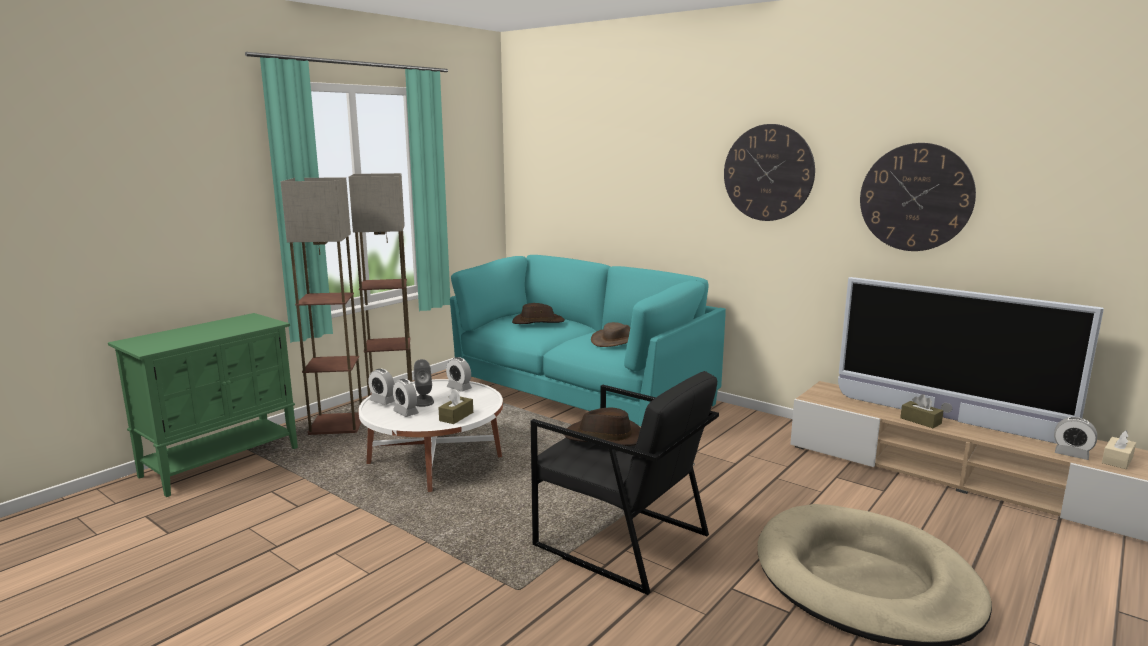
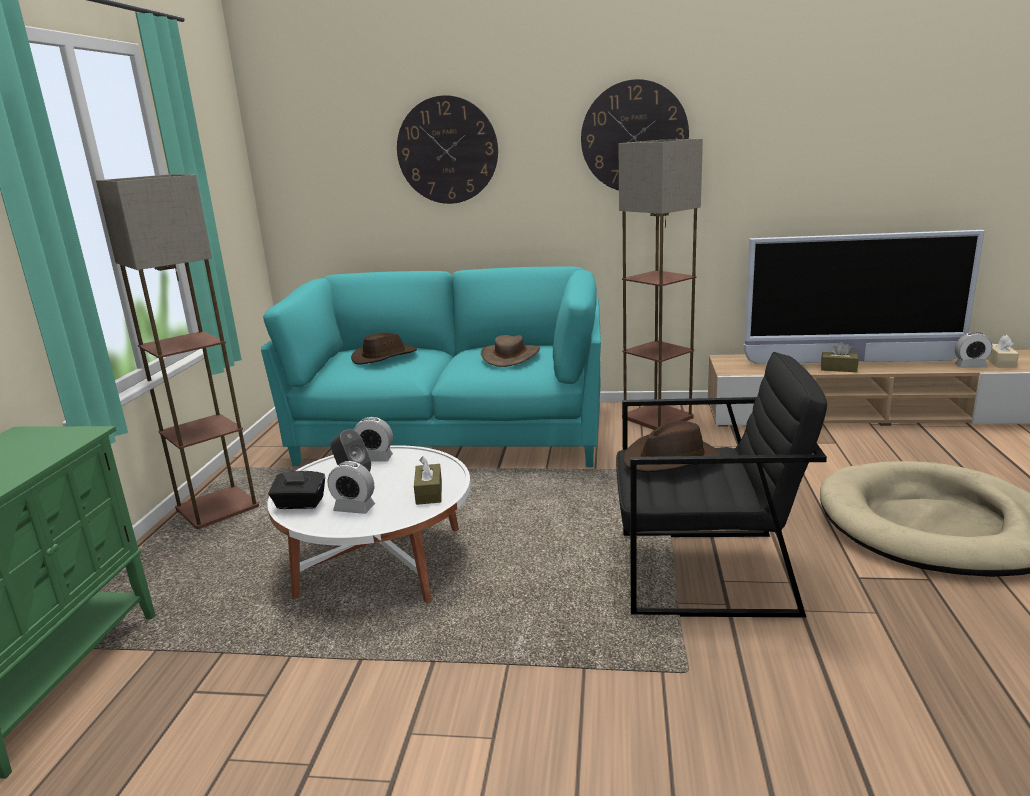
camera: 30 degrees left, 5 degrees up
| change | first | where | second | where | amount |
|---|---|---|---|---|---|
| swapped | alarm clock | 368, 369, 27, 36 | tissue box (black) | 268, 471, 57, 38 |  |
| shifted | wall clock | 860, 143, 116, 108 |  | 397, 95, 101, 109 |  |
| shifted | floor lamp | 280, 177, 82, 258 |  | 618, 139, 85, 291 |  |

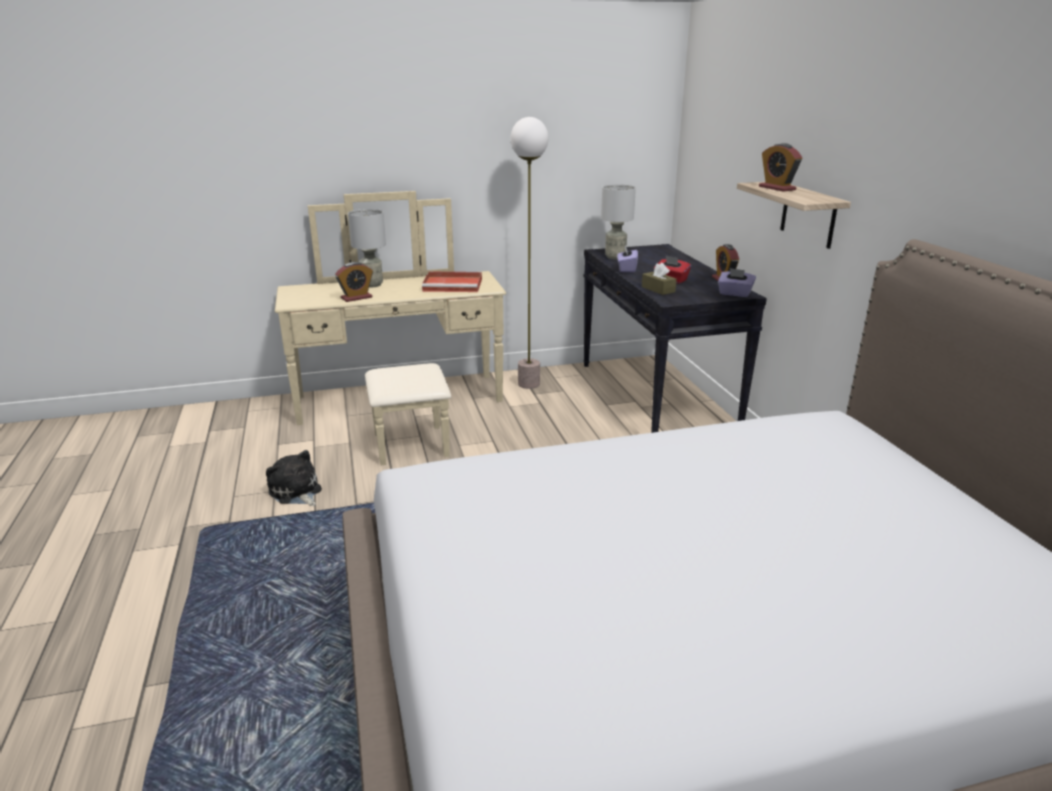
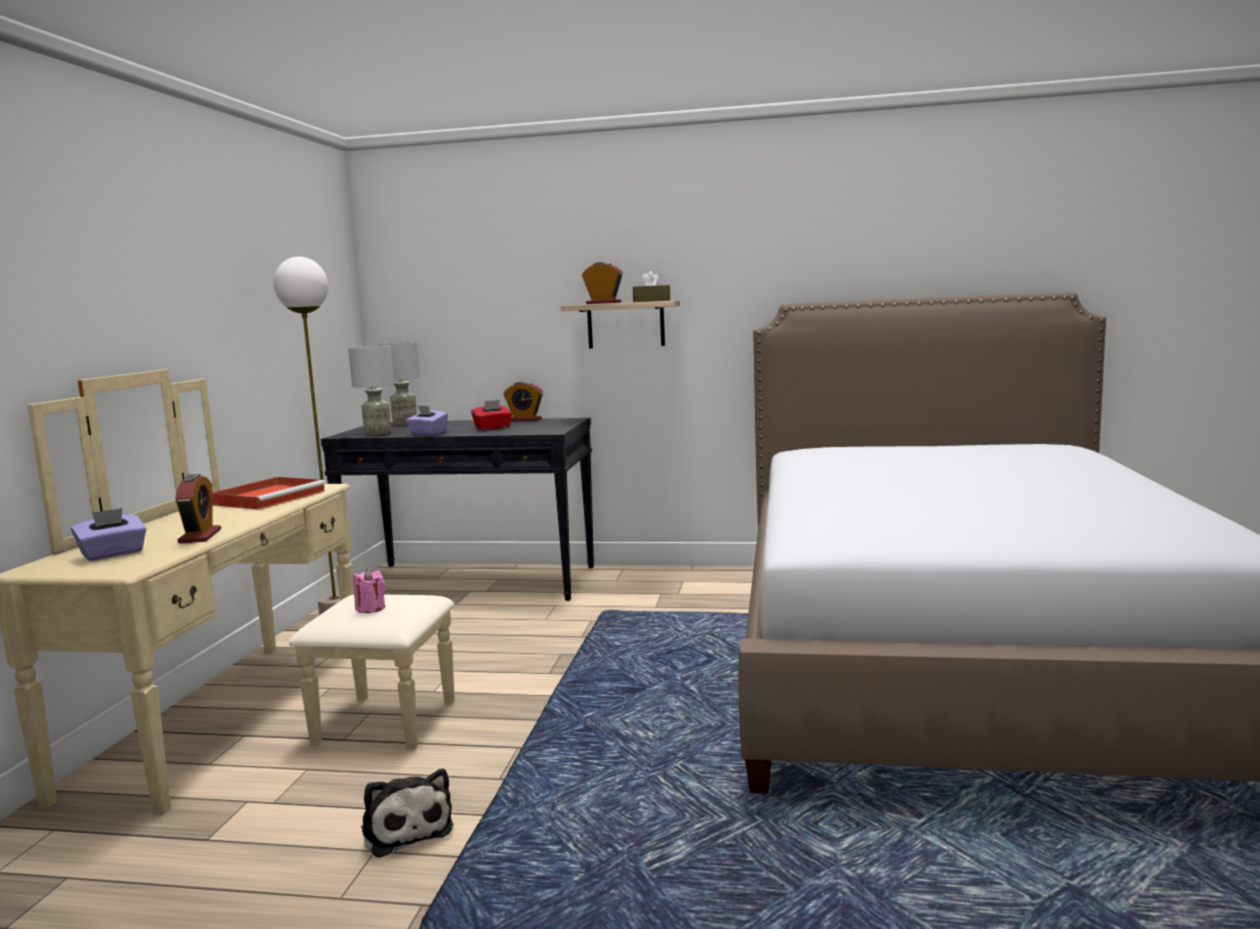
camera: 65 degrees left, 15 degrees down
| change | first | where | second | where | amount |
|---|---|---|---|---|---|
| shifted | tissue box (purple) | 718, 268, 38, 29 |  | 71, 508, 75, 53 |  |
| new |  |  | candle (pink) | 353, 569, 32, 44 |  |
| rotated | plush toy | 266, 450, 56, 56 |  | 361, 769, 93, 89 | 105 degrees counterclockwise |
| shifted | table lamp (grey) | 348, 209, 38, 79 |  | 378, 342, 42, 83 |  |
| rotated | alarm clock | 759, 143, 43, 49 |  | 582, 262, 41, 42 | 150 degrees counterclockwise |
| shifted | tissue box (brown) | 642, 263, 35, 32 |  | 633, 271, 37, 31 |  |

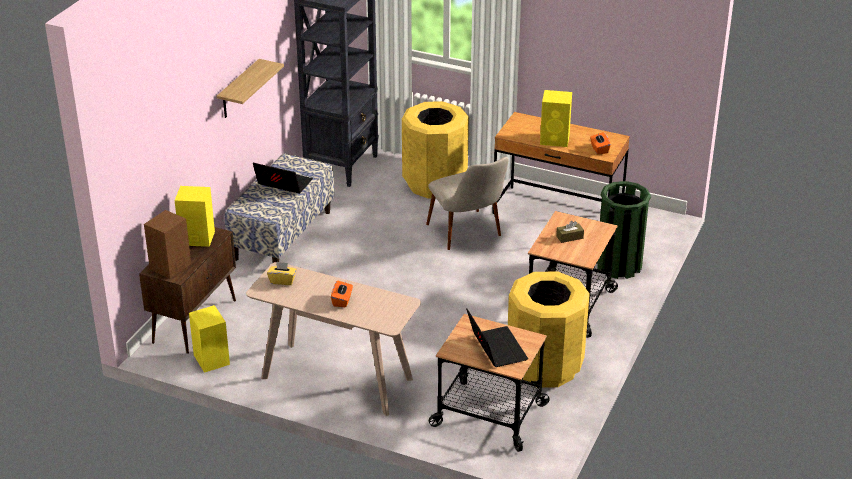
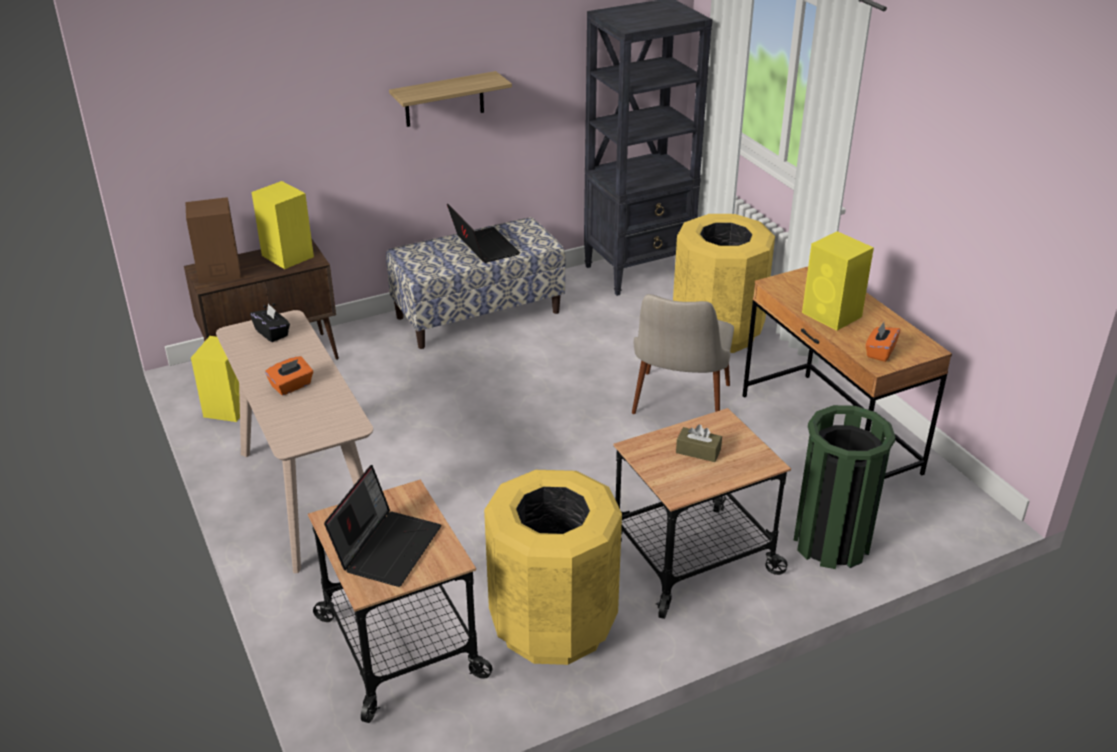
camera: 40 degrees right, 0 degrees up
| change | first | where | second | where | amount |
|---|---|---|---|---|---|
| repainted | tissue box (yellow) | 267, 262, 30, 23 | tissue box (black) | 250, 304, 40, 38 |  |

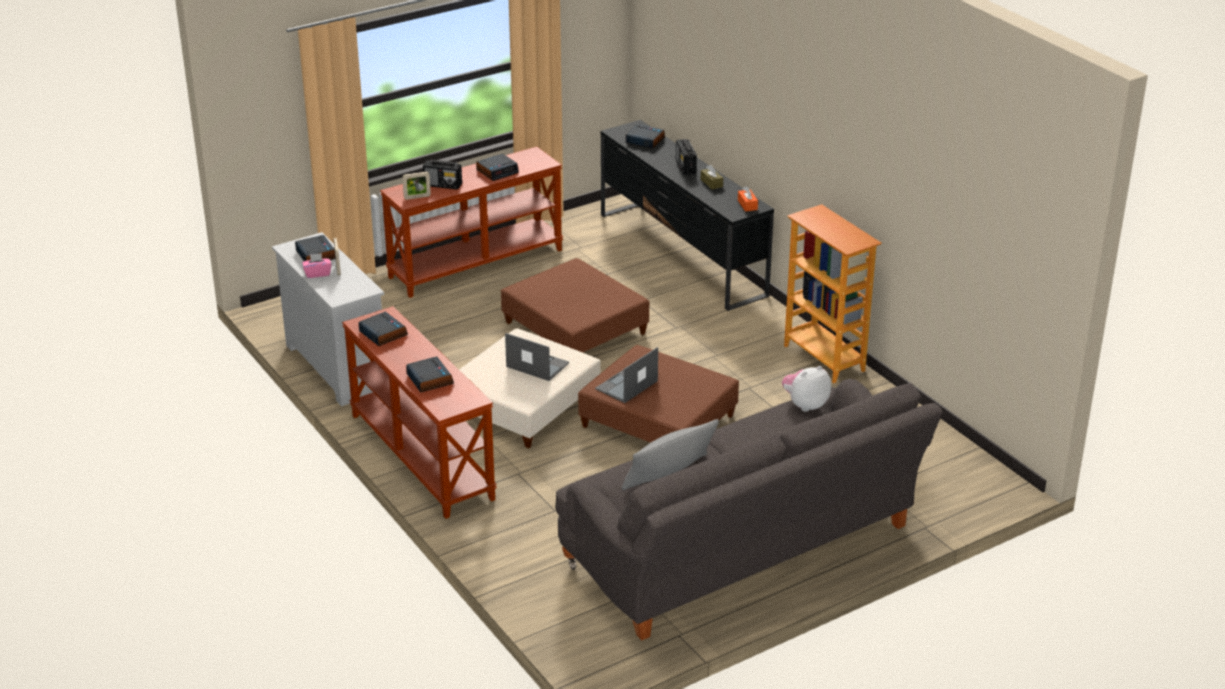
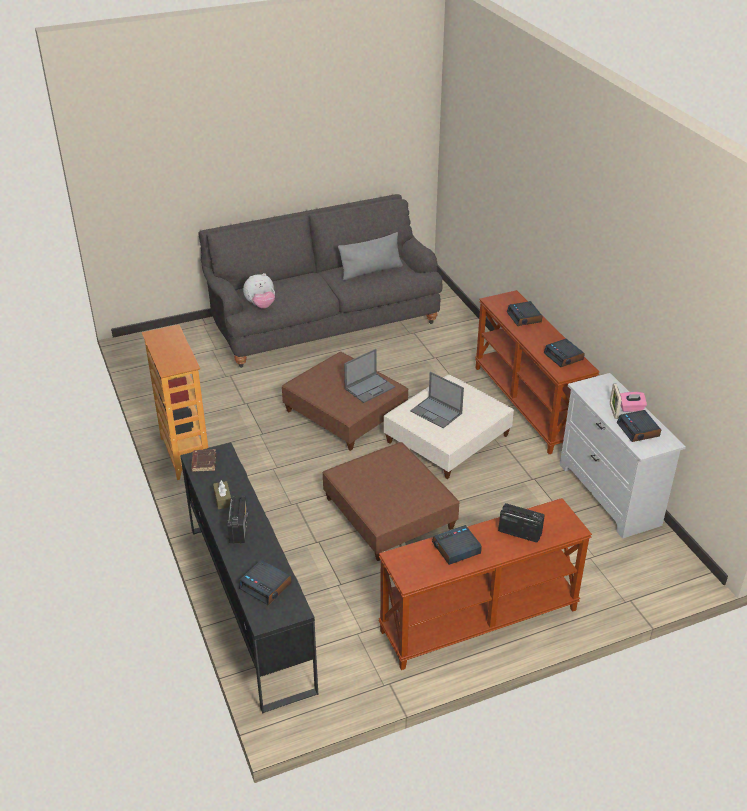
camera: 170 degrees left, 5 degrees up
| change | first | where | second | where | amount |
|---|---|---|---|---|---|
| swapped | tissue box (orange) | 738, 186, 20, 26 | book (brown) | 191, 449, 26, 23 |  |
| gone | picture frame | 402, 171, 29, 29 |  |  |  |

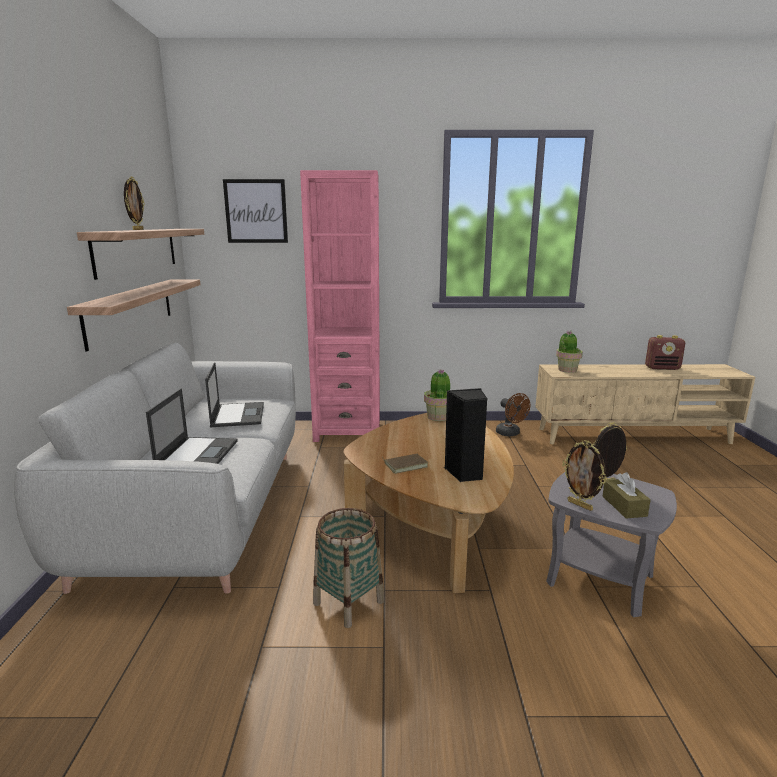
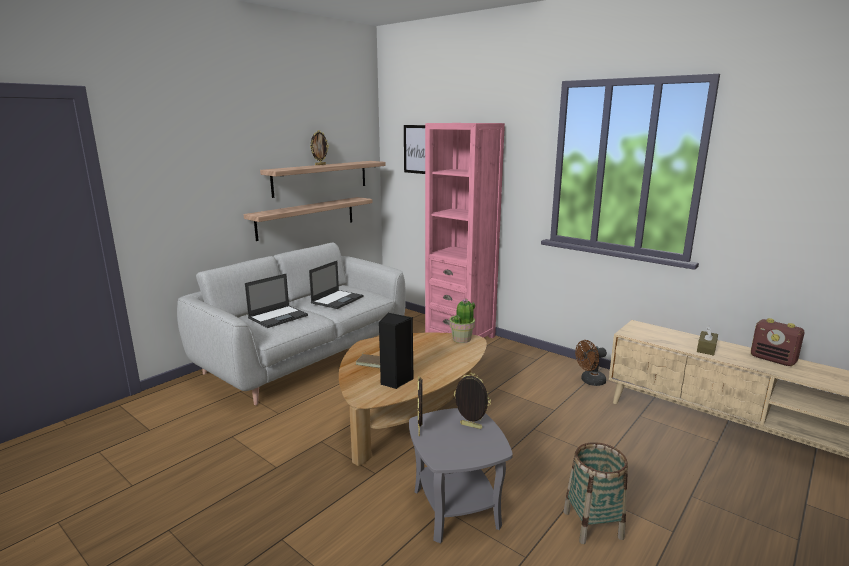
camera: 40 degrees right, 0 degrees up
| change | first | where | second | where | amount |
|---|---|---|---|---|---|
| shifted | basket | 313, 508, 71, 120 |  | 563, 442, 65, 102 |  |
| rotated | fan (brown) | 496, 393, 34, 43 |  | 575, 340, 32, 46 | 60 degrees clockwise |
| shifted | tissue box (brown) | 603, 472, 48, 46 |  | 697, 326, 21, 30 |  |
| gone | potted plant | 556, 331, 27, 42 |  |  |  |

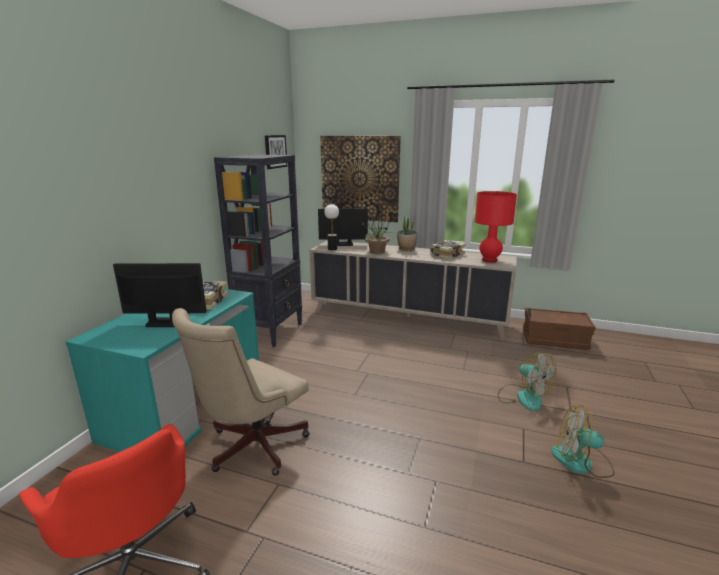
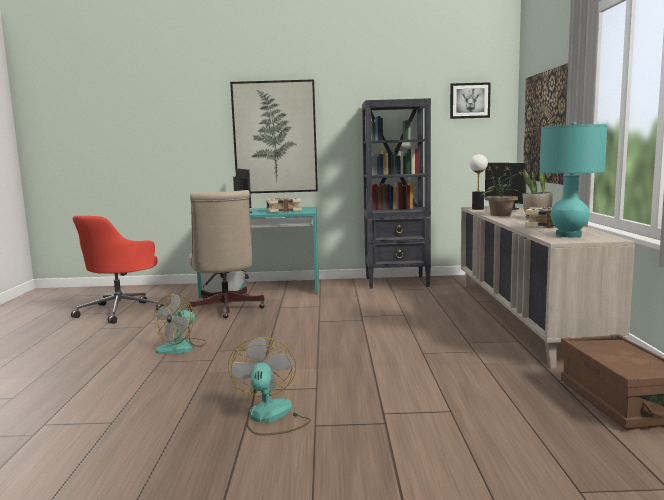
camera: 70 degrees right, 10 degrees down
| change | first | where | second | where | amount |
|---|---|---|---|---|---|
| shifted | fan | 498, 351, 58, 60 |  | 154, 292, 53, 62 |  |
| rotated | office chair (beige) | 172, 308, 138, 168 |  | 187, 190, 78, 128 | 120 degrees counterclockwise |
| new |  |  | picture | 230, 79, 88, 114 |  |
| repainted | table lamp (red) | 474, 191, 43, 72 | table lamp (turquoise) | 539, 121, 68, 116 |  |

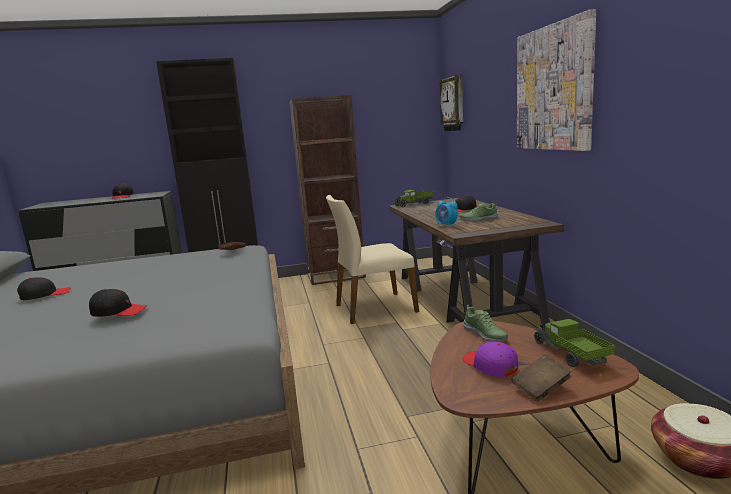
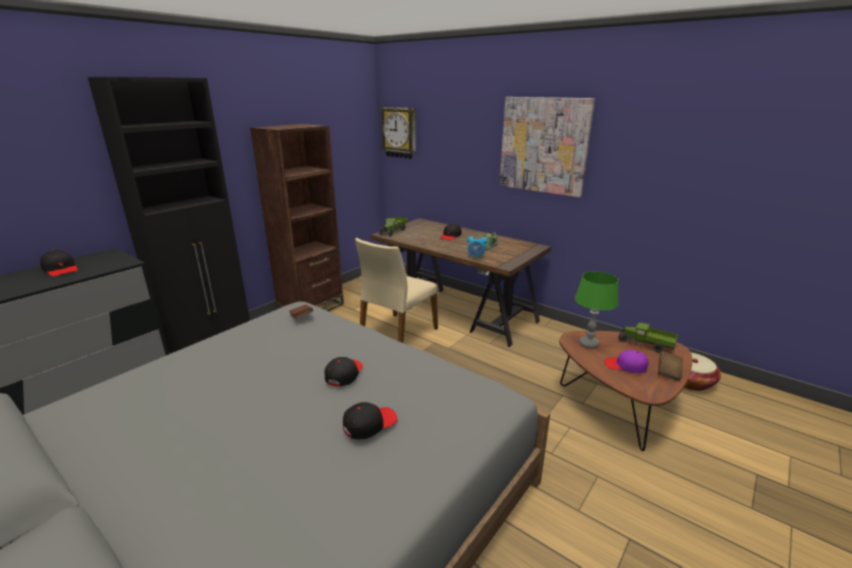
camera: 40 degrees left, 10 degrees up
| change | first | where | second | where | amount |
|---|---|---|---|---|---|
| shifted | cap (black) | 17, 277, 54, 23 |  | 325, 357, 38, 30 |  |
| swapped | shoe | 463, 305, 45, 37 | table lamp (green) | 575, 271, 44, 78 |  |

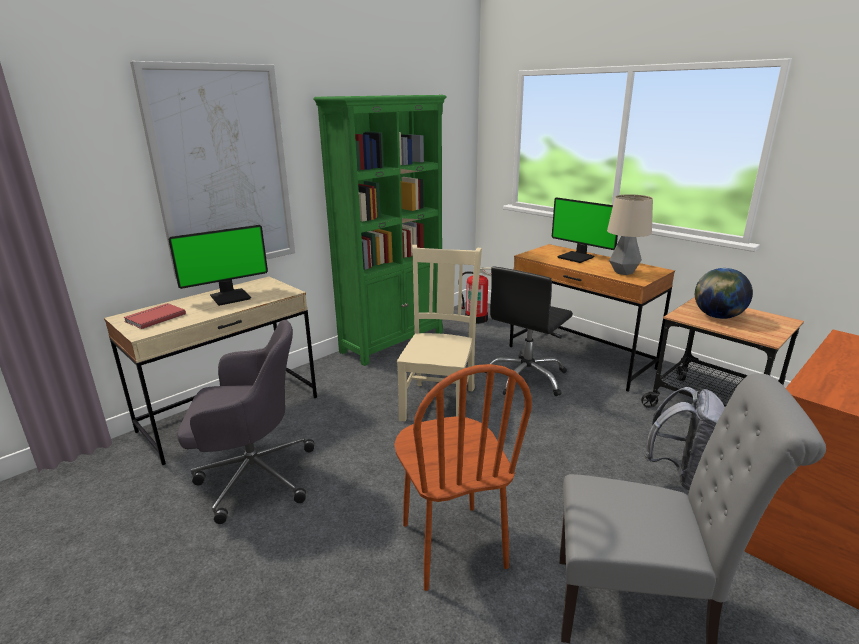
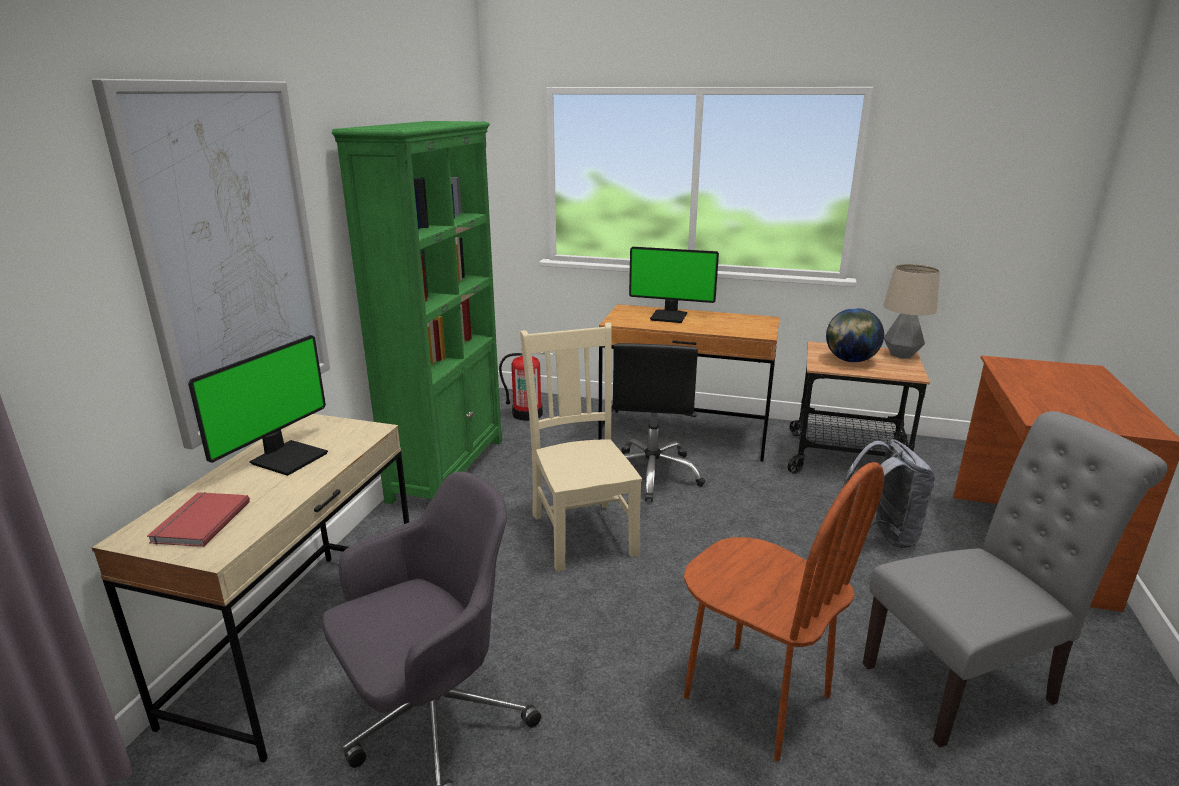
camera: 30 degrees left, 0 degrees up
| change | first | where | second | where | amount |
|---|---|---|---|---|---|
| shifted | table lamp | 607, 194, 46, 81 |  | 883, 264, 57, 94 |  |

